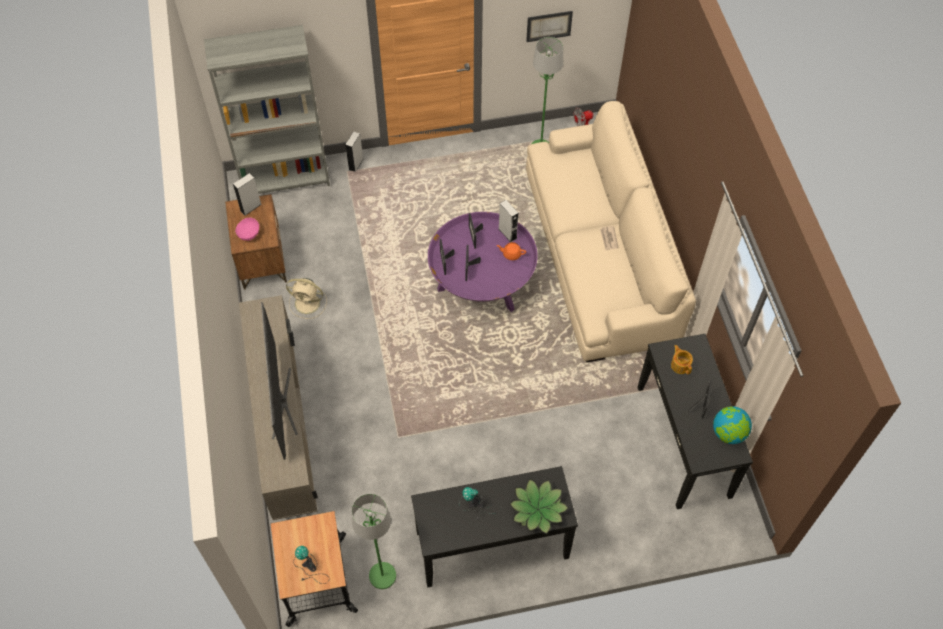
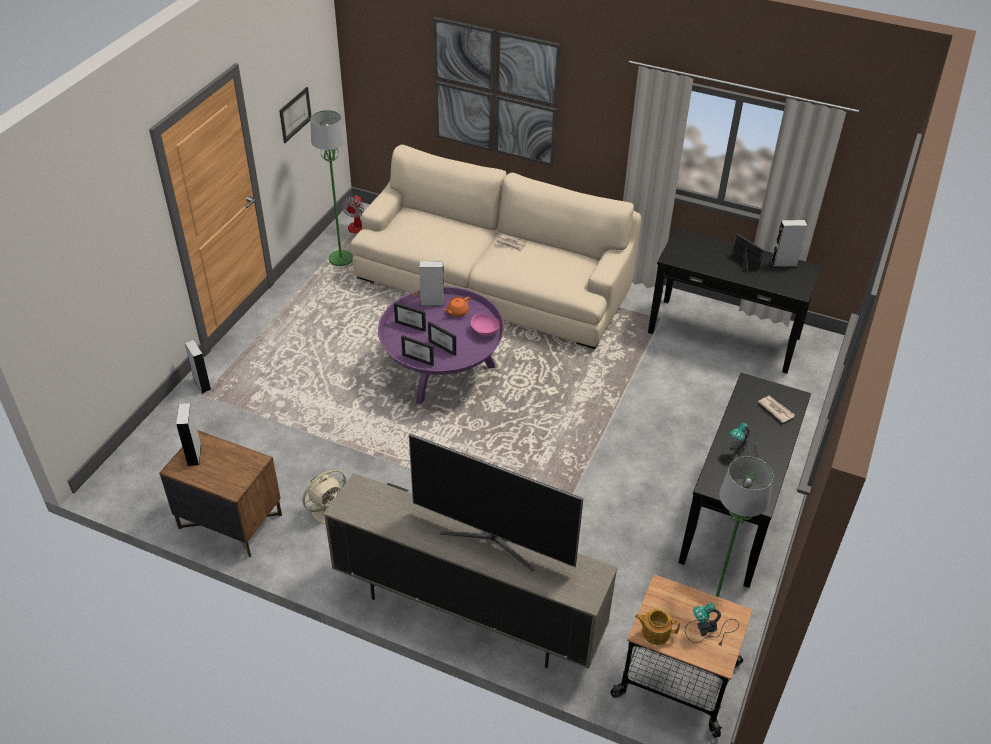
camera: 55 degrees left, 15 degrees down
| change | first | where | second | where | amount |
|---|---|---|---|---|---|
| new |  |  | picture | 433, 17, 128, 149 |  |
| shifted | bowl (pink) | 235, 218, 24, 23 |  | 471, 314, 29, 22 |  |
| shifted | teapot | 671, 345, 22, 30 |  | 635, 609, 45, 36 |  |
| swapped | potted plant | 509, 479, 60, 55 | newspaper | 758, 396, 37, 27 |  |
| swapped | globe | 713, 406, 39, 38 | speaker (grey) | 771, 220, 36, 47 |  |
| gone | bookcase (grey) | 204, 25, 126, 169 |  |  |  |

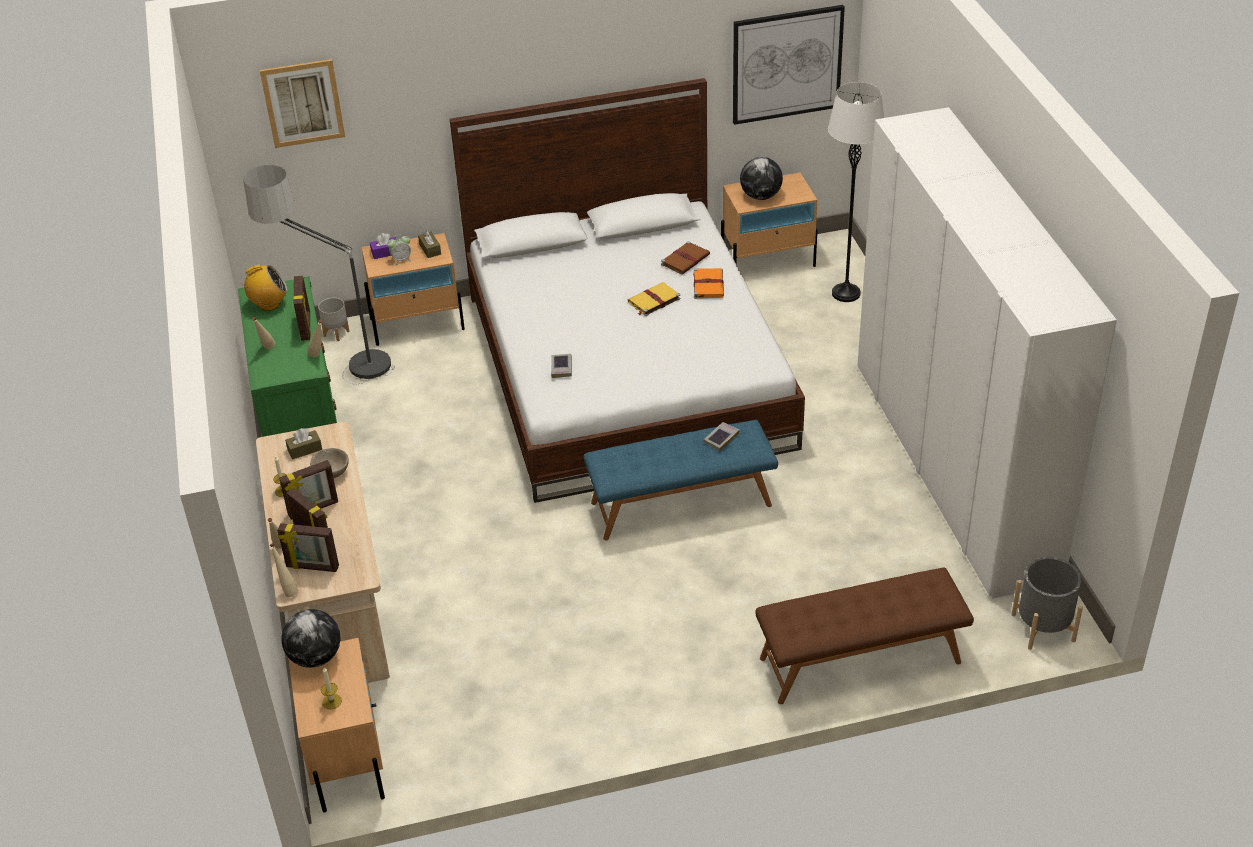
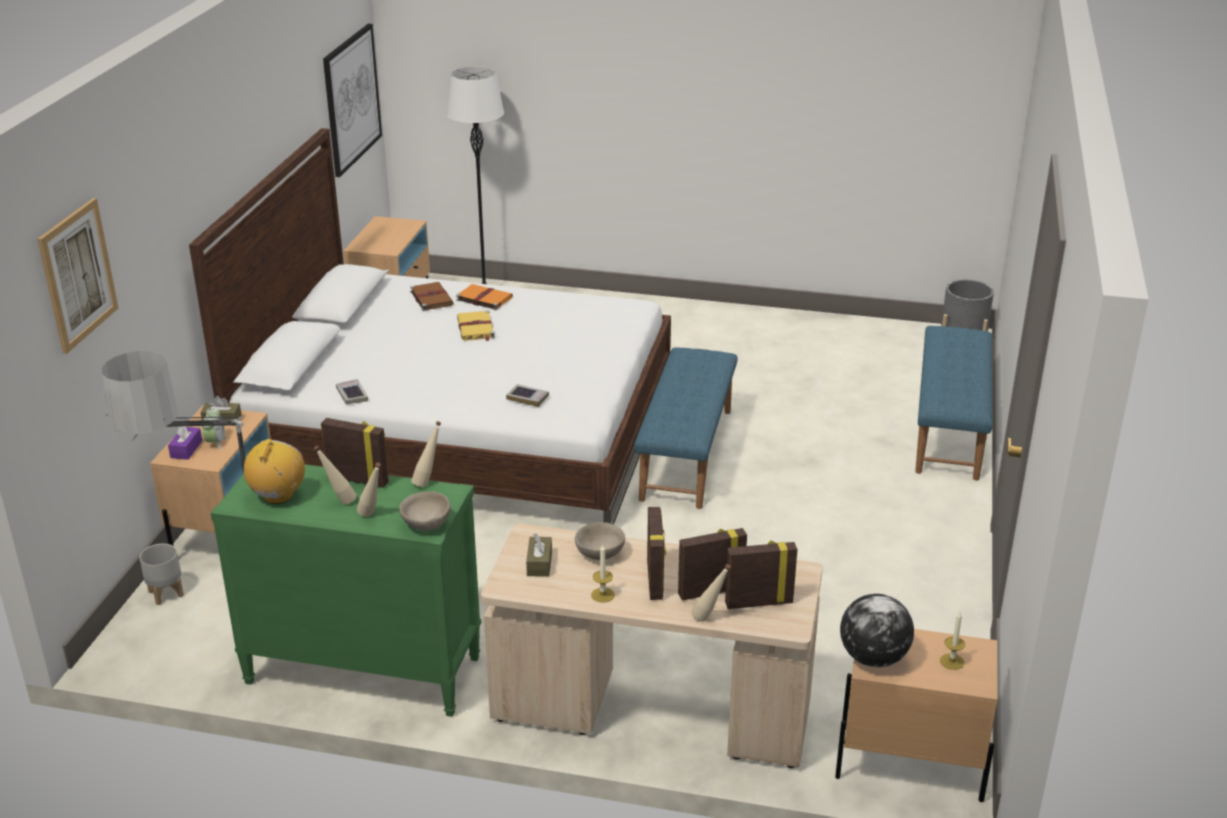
camera: 65 degrees left, 10 degrees down
| change | first | where | second | where | amount |
|---|---|---|---|---|---|
| shifted | bottle (beige) | 270, 543, 29, 54 |  | 314, 446, 43, 59 |  |
| shifted | book | 703, 422, 36, 29 |  | 336, 379, 32, 25 |  |
| new |  |  | bowl (beige) | 399, 491, 52, 40 |  |
| rotated | picture frame | 277, 523, 62, 49 |  | 725, 540, 72, 69 | 135 degrees counterclockwise |
| repainted | bench (brown) | 755, 567, 219, 137 | bench (blue) | 915, 326, 77, 155 |  |
| gone | globe | 740, 157, 43, 43 |  |  |  |
| gone | wardrobe (white) | 857, 107, 260, 491 |  |  |  |

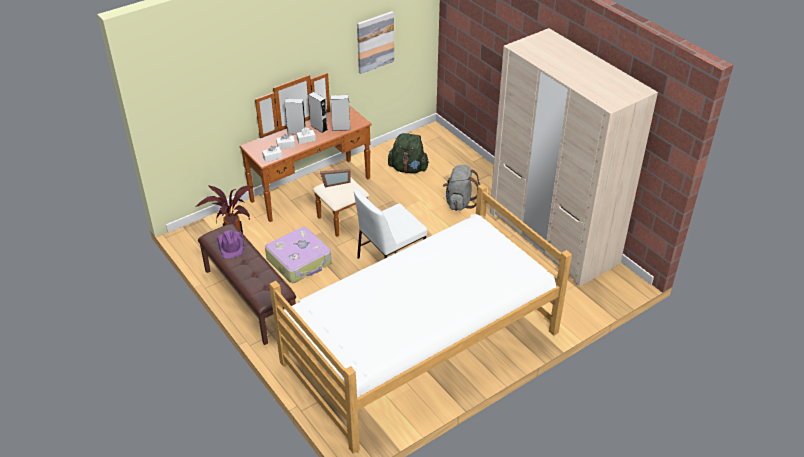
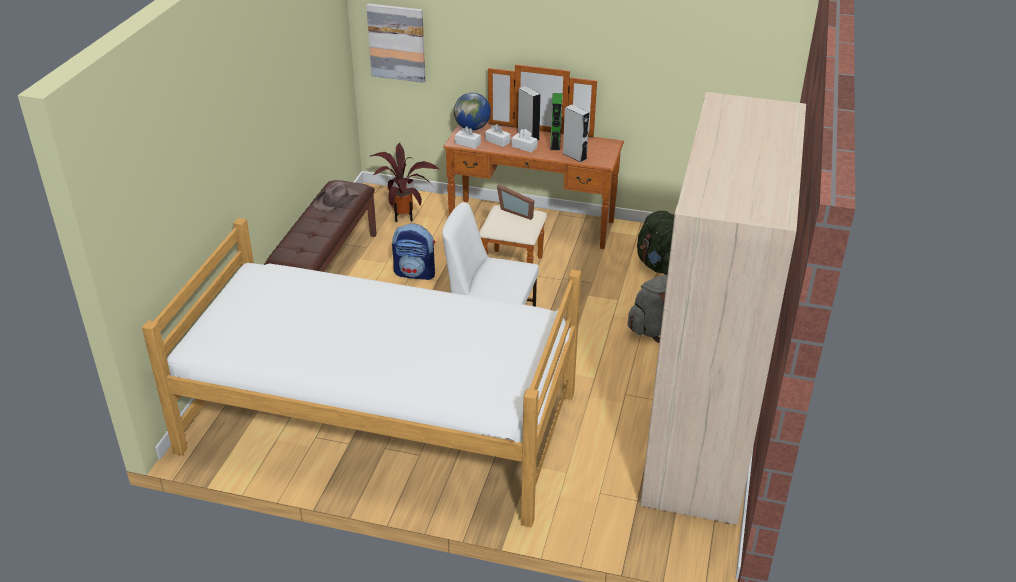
camera: 50 degrees right, 5 degrees down
| change | first | where | second | where | amount |
|---|---|---|---|---|---|
| repainted | hat (purple) | 217, 230, 27, 29 | hat (brown) | 313, 181, 47, 30 |  |
| shifted | picture | 357, 11, 37, 63 |  | 366, 4, 59, 79 |  |
| swapped | suitcase | 265, 227, 67, 56 | backpack | 392, 224, 43, 56 |  |
| new |  |  | globe | 454, 93, 37, 37 |  |
| repainted | speaker (grey) | 308, 92, 19, 41 | speaker (green) | 550, 93, 12, 58 |  |

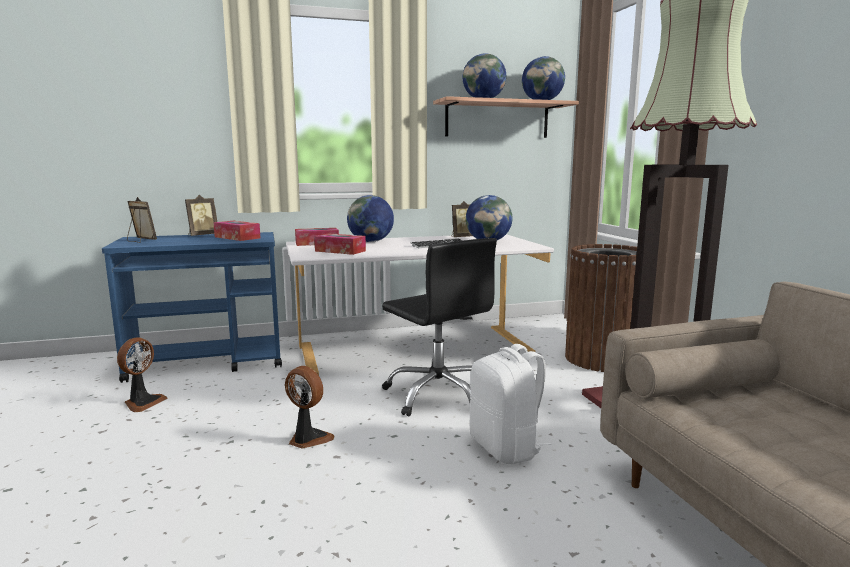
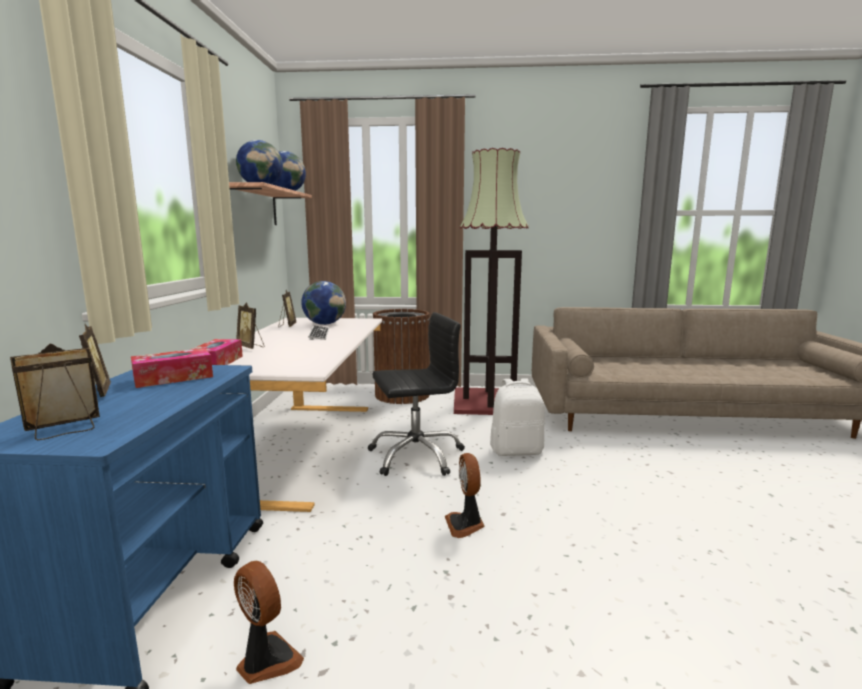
camera: 70 degrees left, 0 degrees up
| change | first | where | second | where | amount |
|---|---|---|---|---|---|
| swapped | globe | 347, 195, 47, 47 | picture frame | 236, 302, 28, 47 |  |
| rotated | fan | 285, 366, 49, 82 |  | 445, 453, 40, 85 | 60 degrees counterclockwise |
| gone | tissue box | 314, 233, 52, 22 |  |  |  |

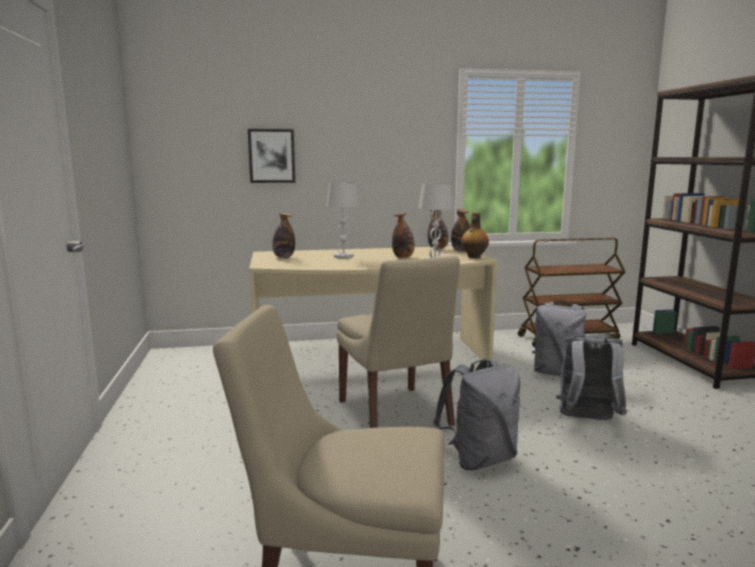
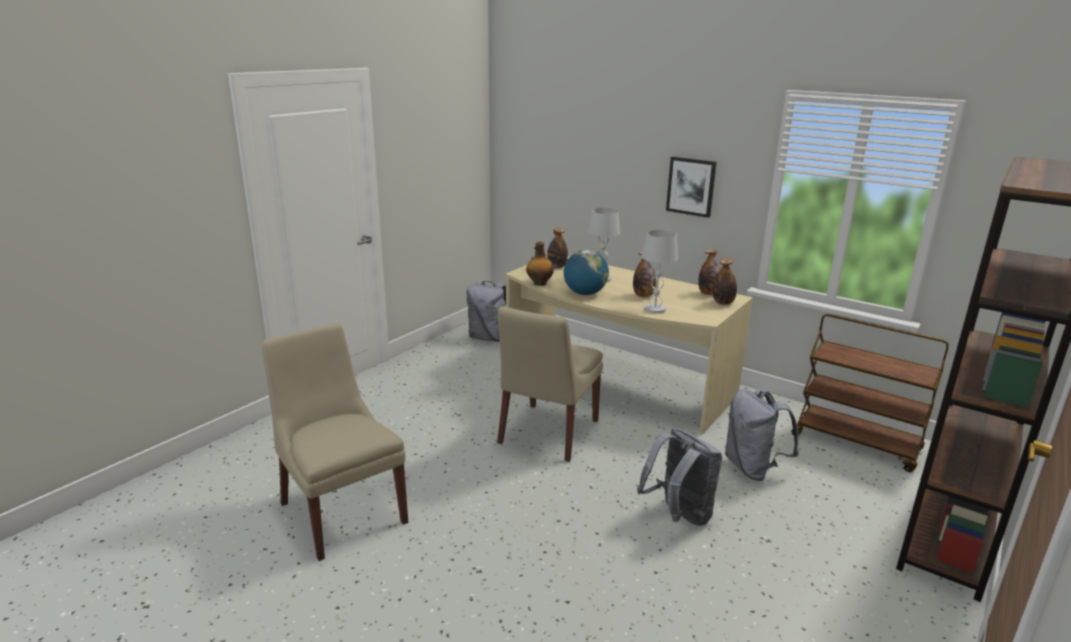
camera: 45 degrees right, 10 degrees up
| change | first | where | second | where | amount |
|---|---|---|---|---|---|
| shifted | backpack (grey) | 433, 359, 87, 111 |  | 467, 281, 39, 61 |  |
| shifted | bottle | 461, 213, 28, 45 |  | 526, 241, 28, 45 |  |
| new |  |  | globe | 564, 250, 45, 45 |  |
| shifted | picture | 248, 129, 47, 54 |  | 666, 157, 51, 61 |  |

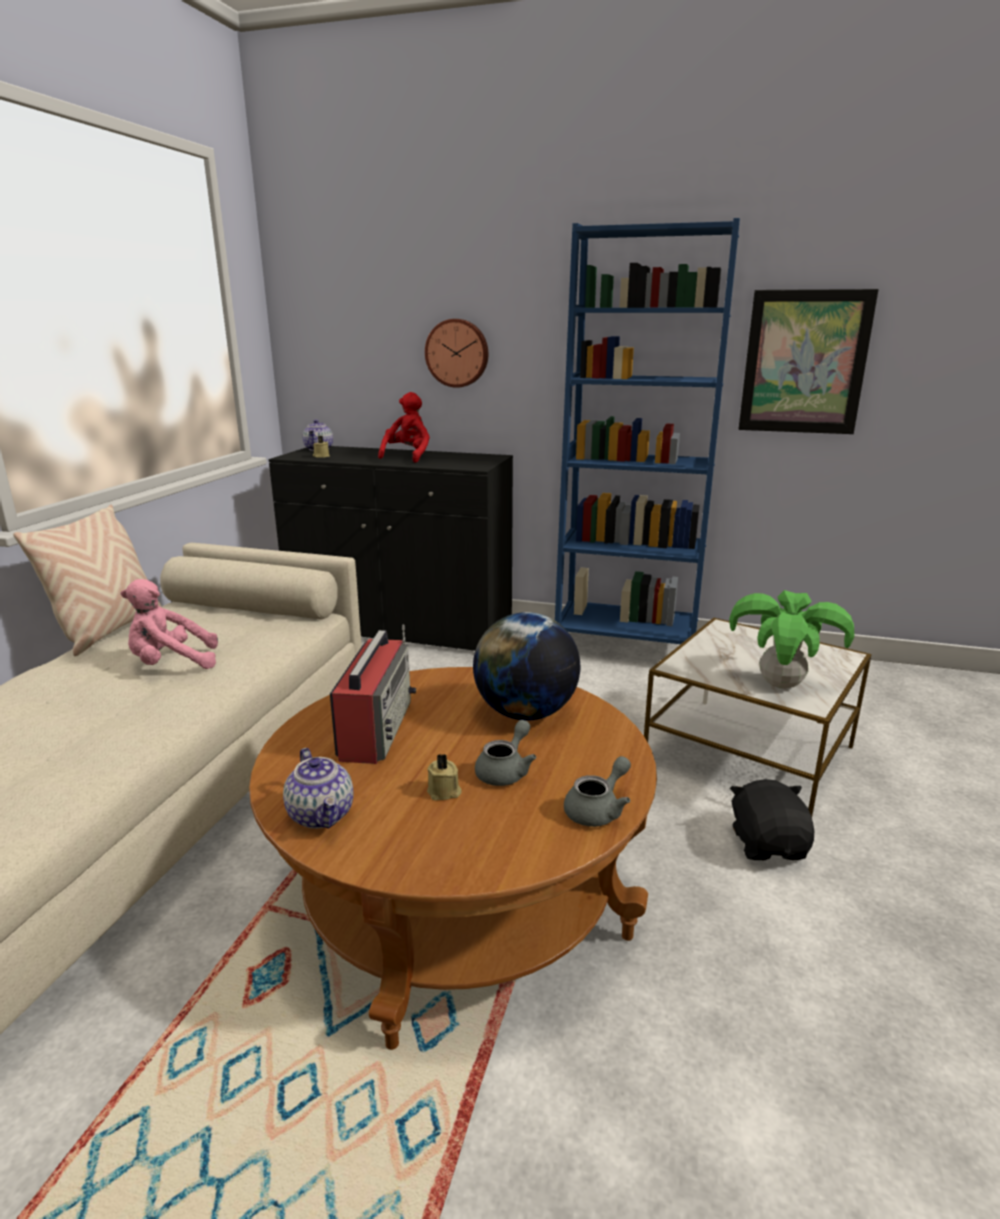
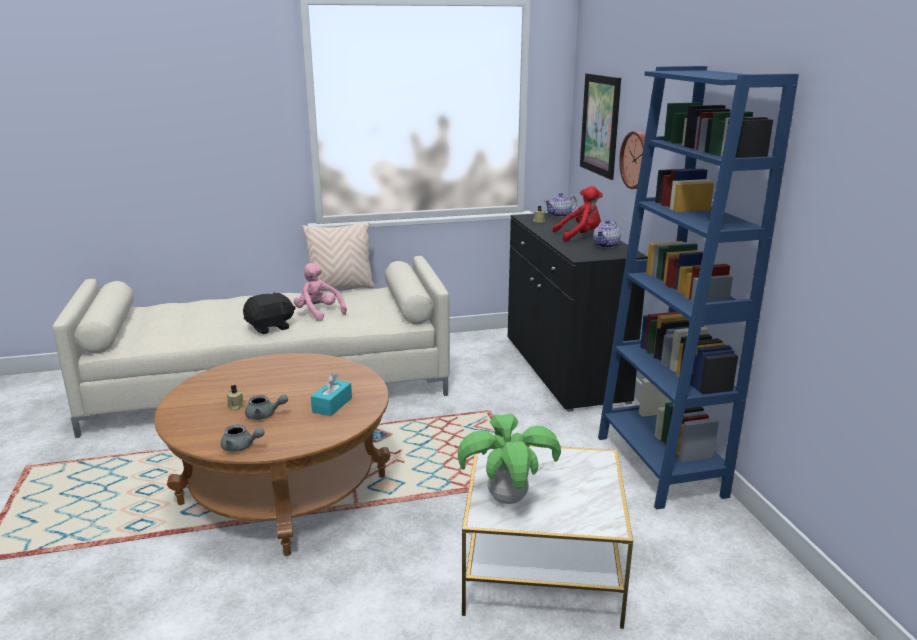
camera: 60 degrees right, 0 degrees up
| change | first | where | second | where | amount |
|---|---|---|---|---|---|
| shifted | plush toy (black) | 730, 779, 84, 81 |  | 243, 292, 53, 42 |  |
| swapped | globe | 473, 612, 107, 109 | tissue box (turquoise) | 311, 373, 41, 43 |  |
| shifted | picture | 738, 289, 141, 145 |  | 580, 73, 41, 107 |  |
| shifted | teapot | 283, 748, 70, 81 |  | 593, 220, 28, 28 |  |
| gone | radio | 330, 624, 86, 140 |  |  |  |

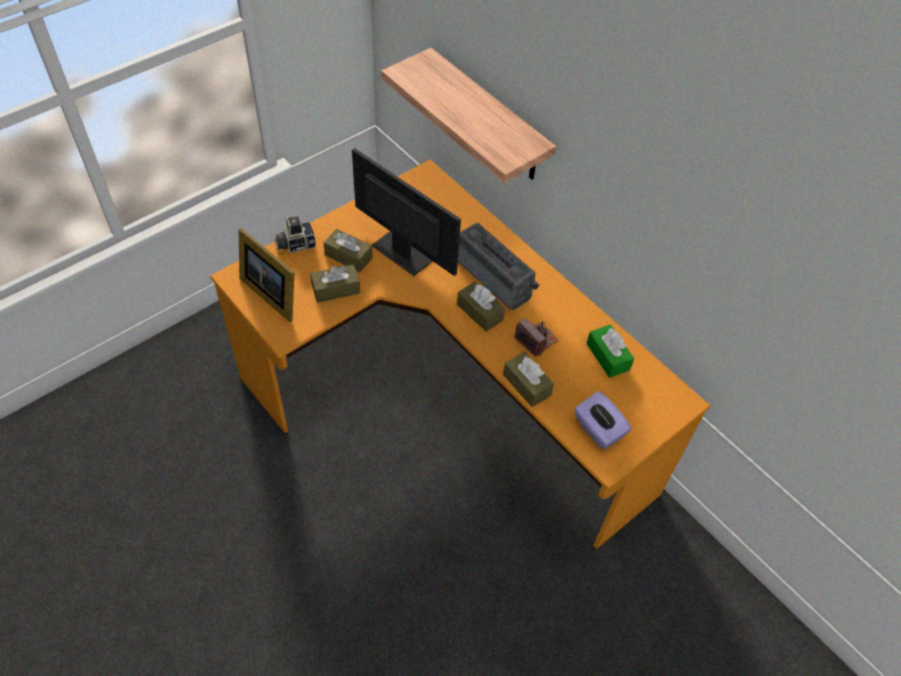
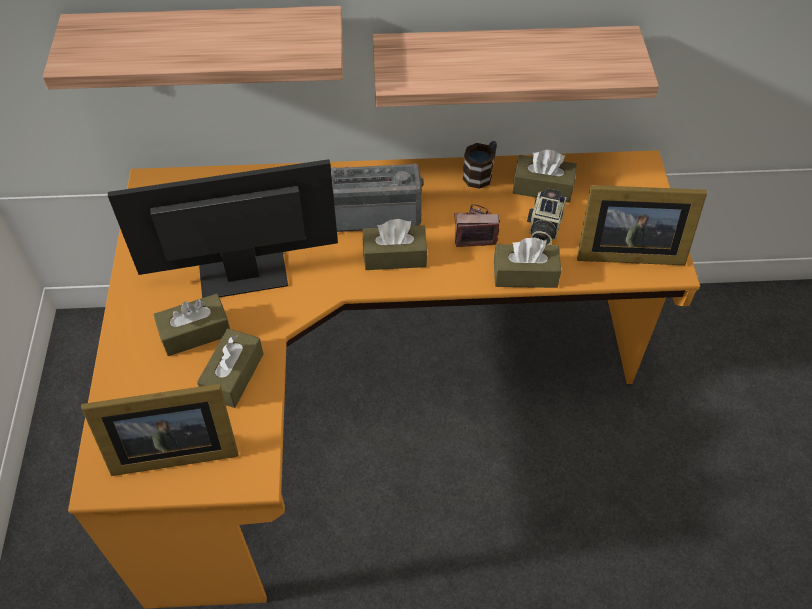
camera: 50 degrees left, 0 degrees up
| change | first | where | second | where | amount |
|---|---|---|---|---|---|
| new |  |  | shelf | 373, 26, 286, 81 |  |
| new |  |  | mug | 463, 141, 34, 48 |  |
| repainted | tissue box (green) | 586, 324, 48, 54 | tissue box (brown) | 513, 150, 64, 53 |  |
| shifted | photo camera | 274, 216, 42, 37 |  | 527, 188, 40, 57 |  |
| swapped | tissue box (purple) | 574, 391, 57, 58 | picture frame | 577, 185, 130, 80 |  |

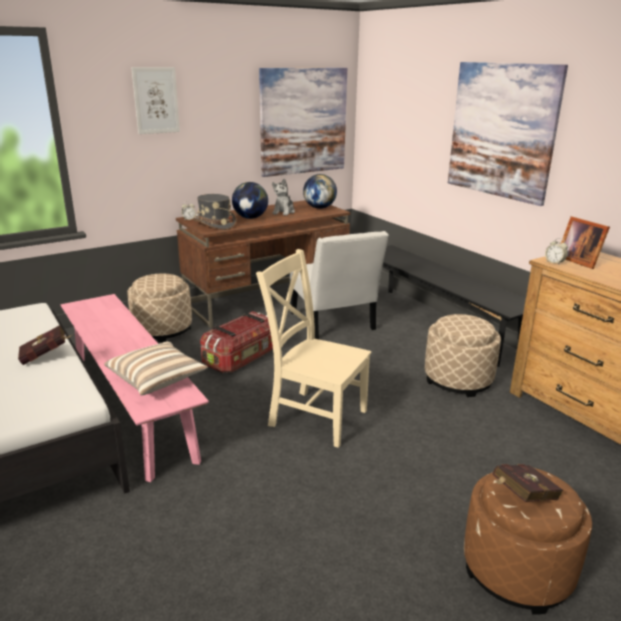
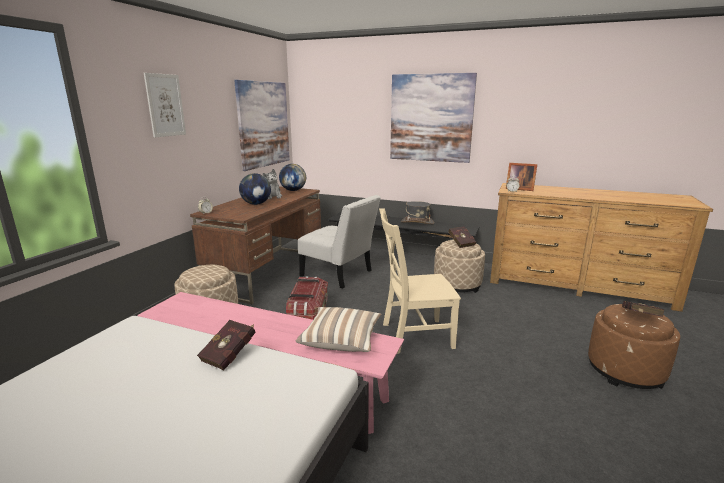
camera: 35 degrees left, 5 degrees down
| change | first | where | second | where | amount |
|---|---|---|---|---|---|
| shifted | hat (grey) | 193, 194, 43, 36 |  | 401, 201, 33, 23 |  |
| new |  |  | book (red) | 448, 226, 28, 22 |  |

